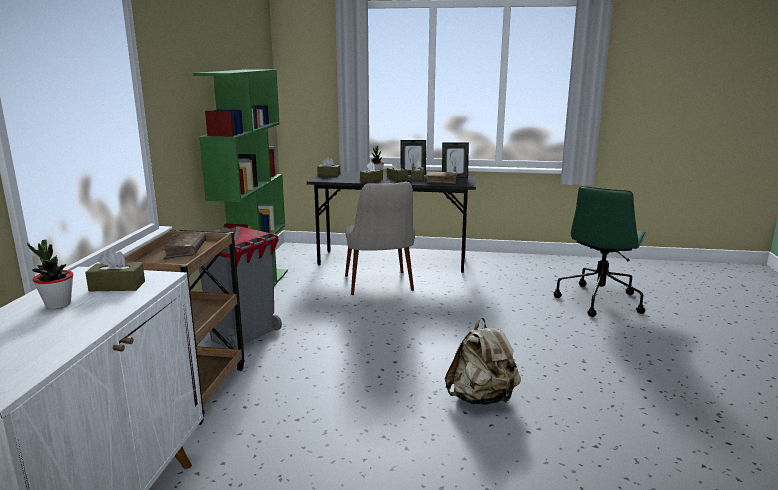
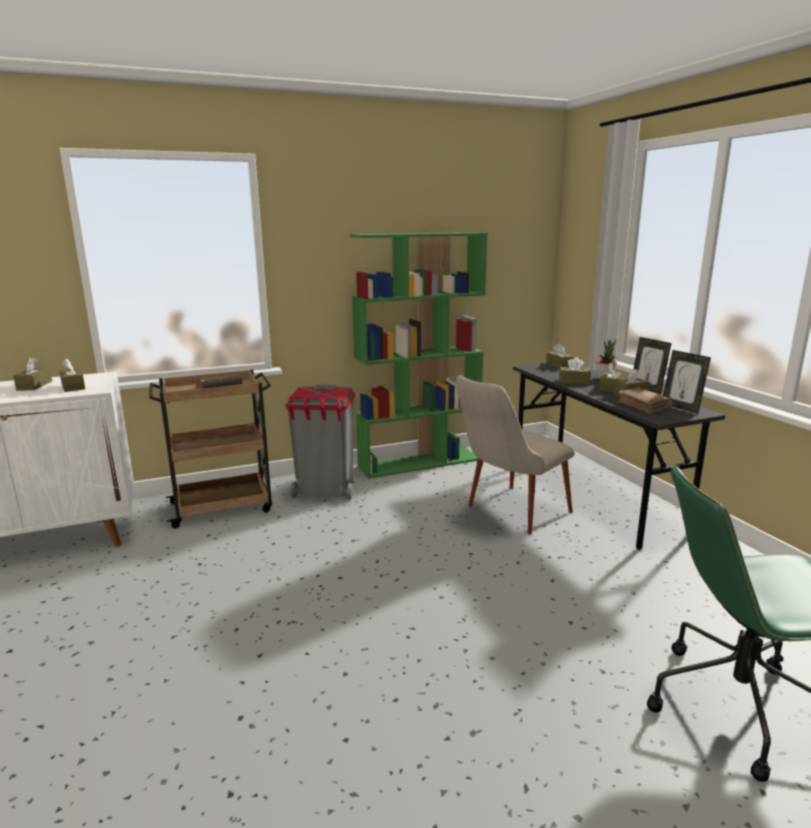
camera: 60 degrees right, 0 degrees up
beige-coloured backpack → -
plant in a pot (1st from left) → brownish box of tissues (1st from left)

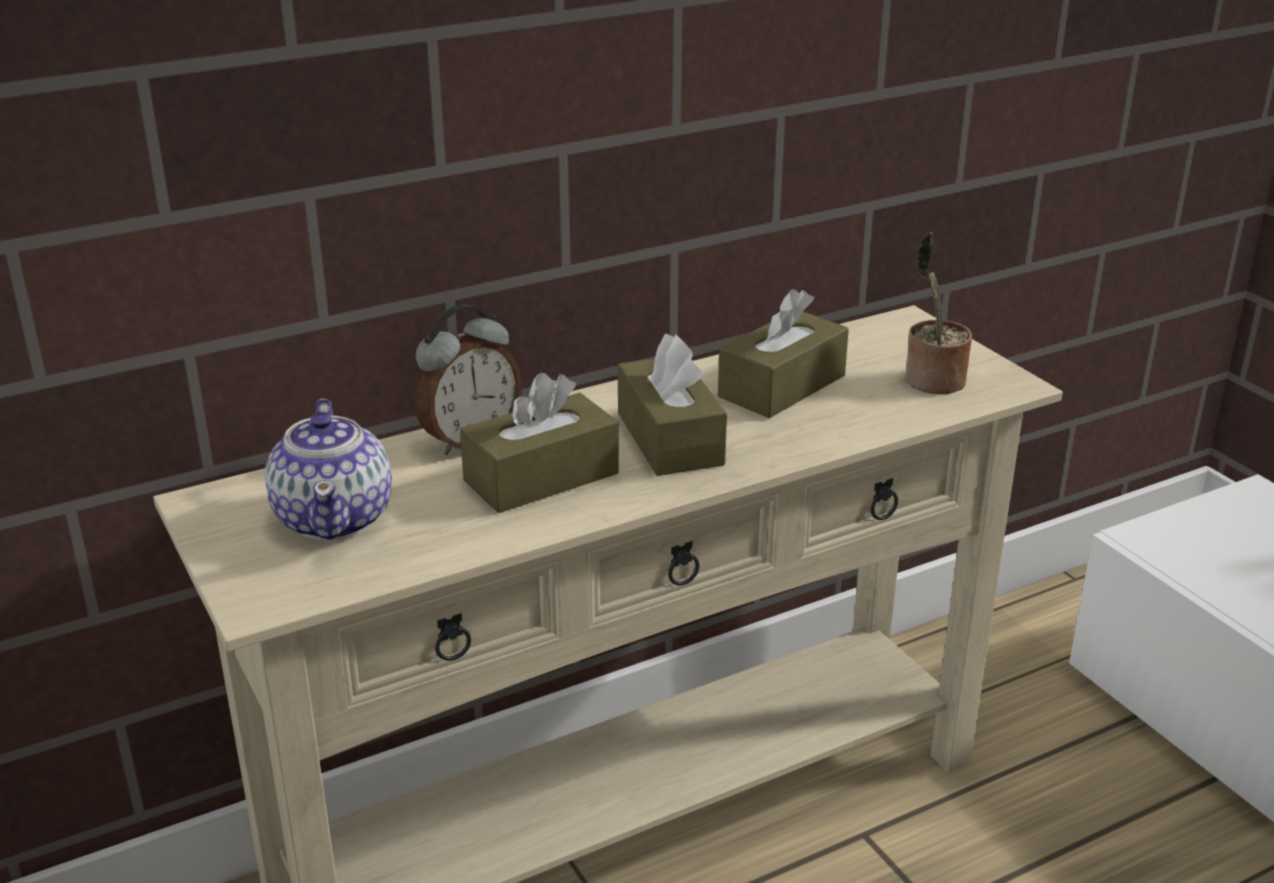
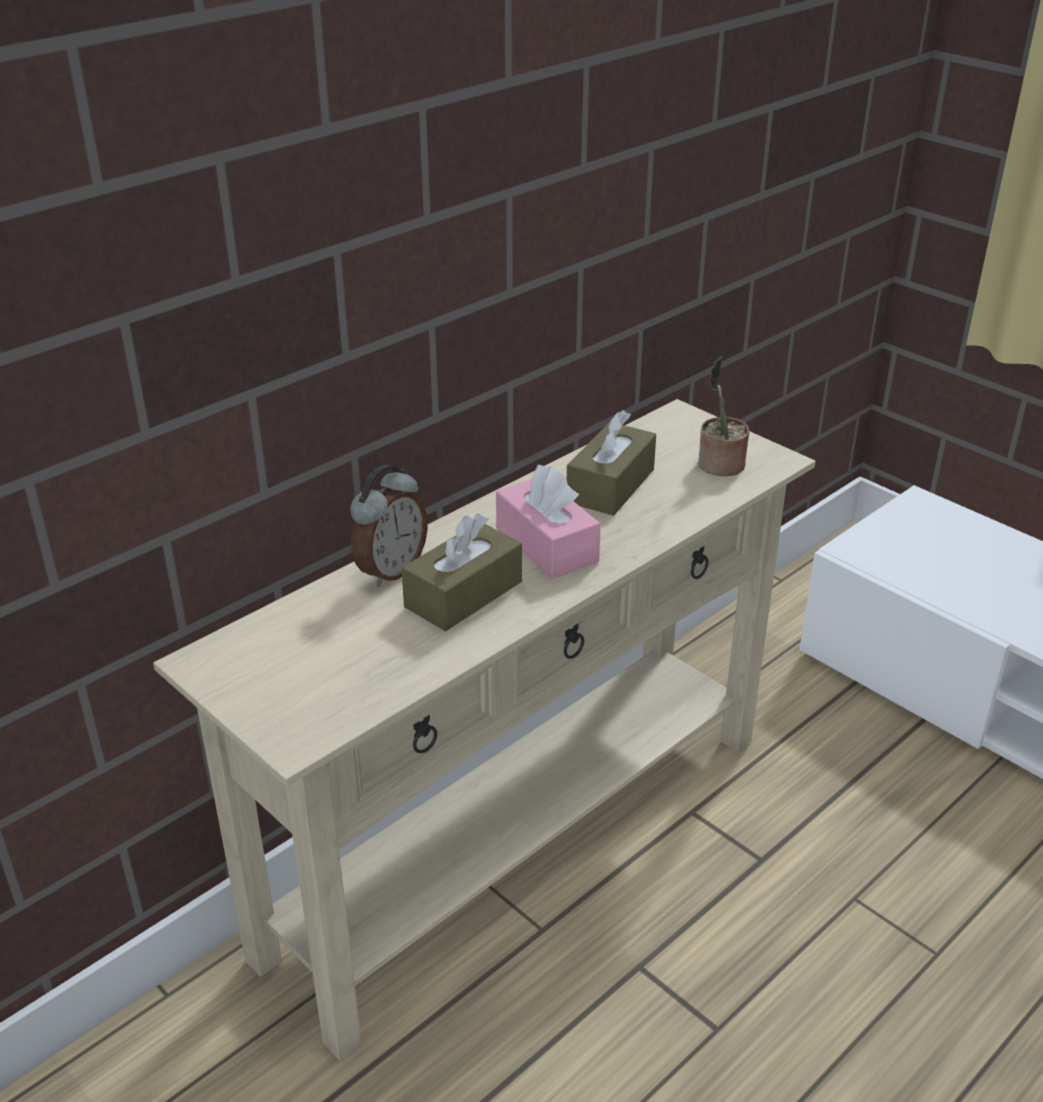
camera: 15 degrees left, 5 degrees up
teapot → -
brownish box of tissues (2nd from left) → pink-coloured box of tissues

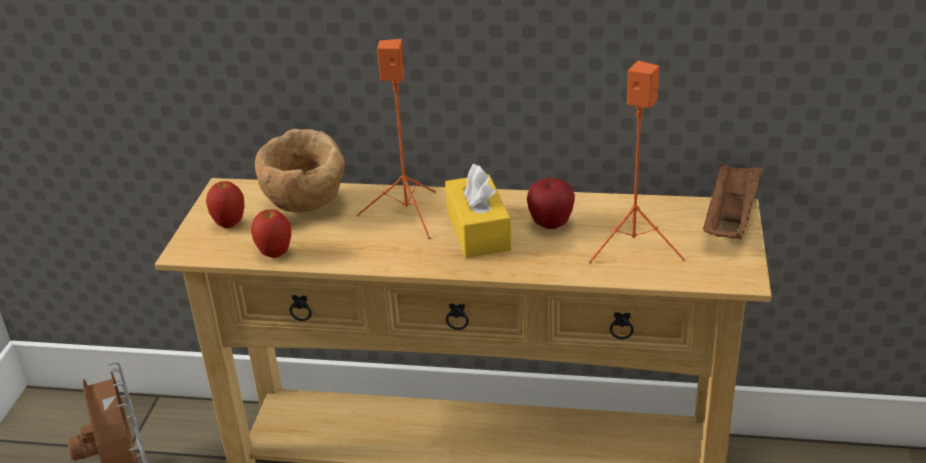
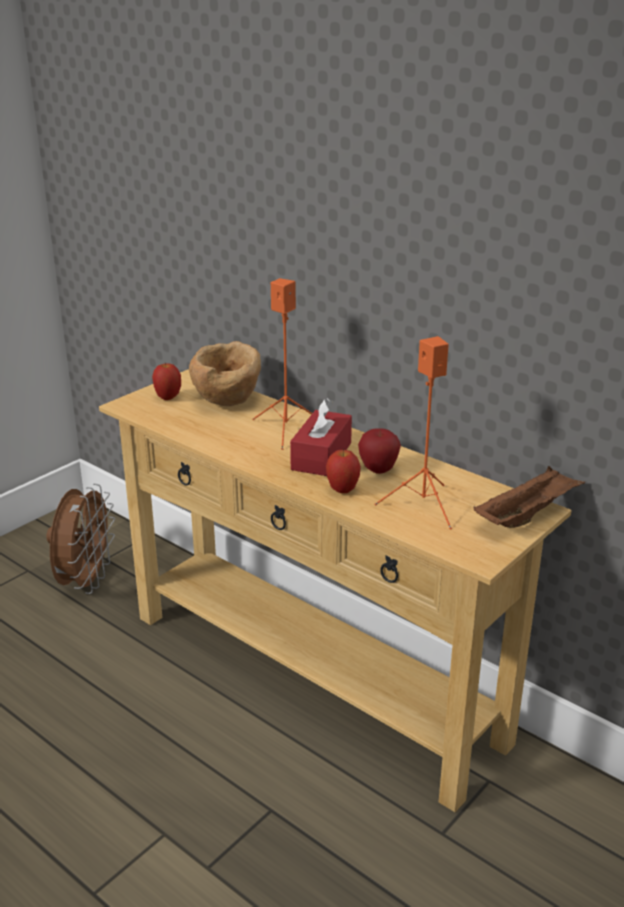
camera: 30 degrees right, 5 degrees down
apple fruit (2nd from left), moved
yellow-coloured box of tissues → red box of tissues

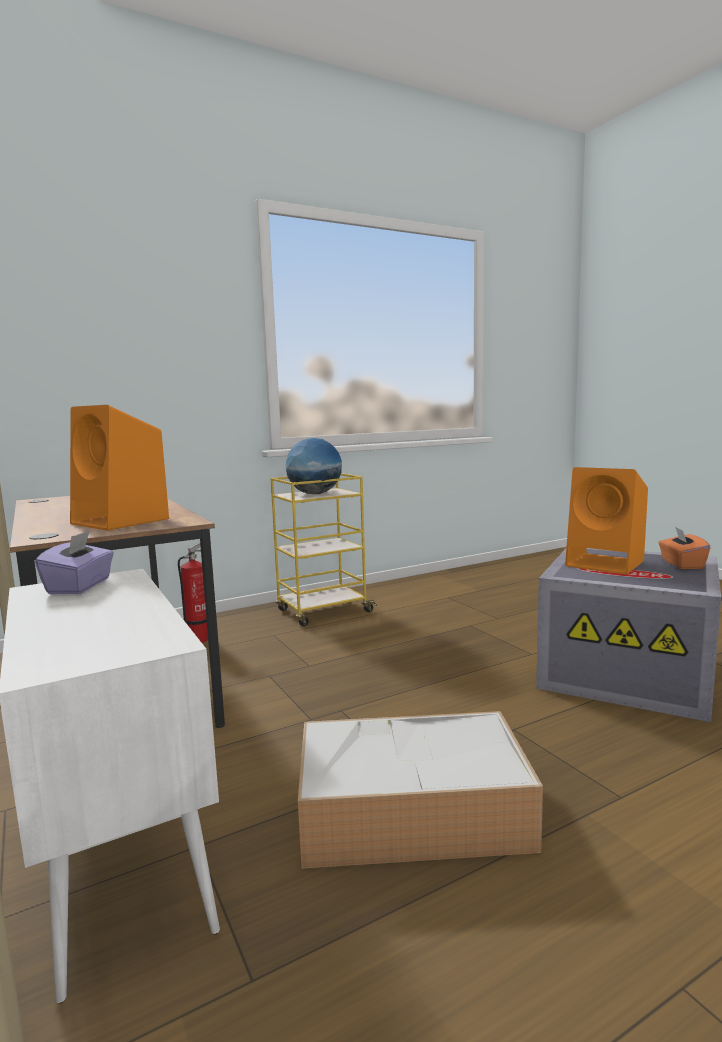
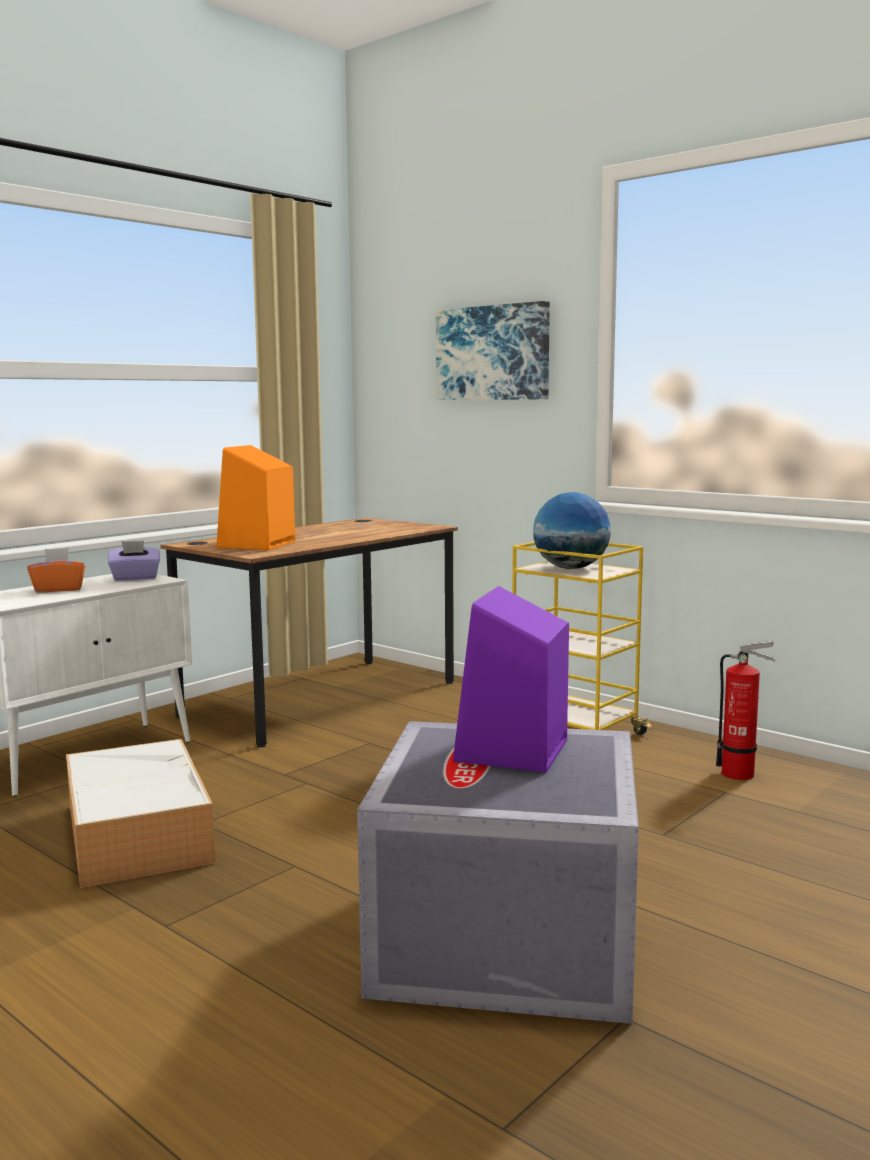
camera: 70 degrees right, 0 degrees up
- → wall picture
fire extinguisher, moved
orange box of tissues, moved
orange speaker (2nd from left) → purplish speaker

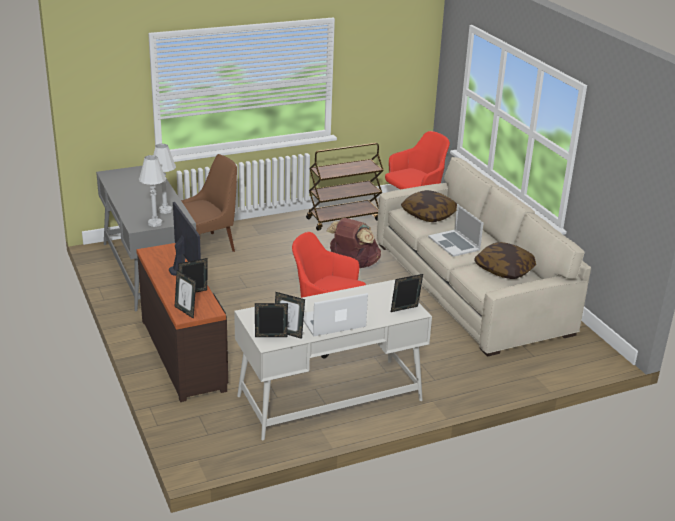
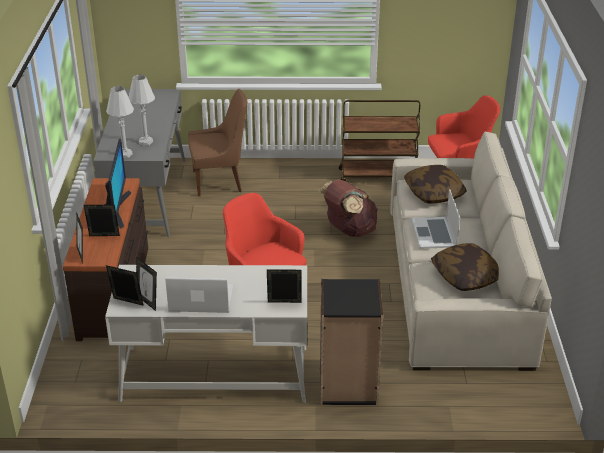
camera: 25 degrees right, 5 degrees up
- → black bookshelf

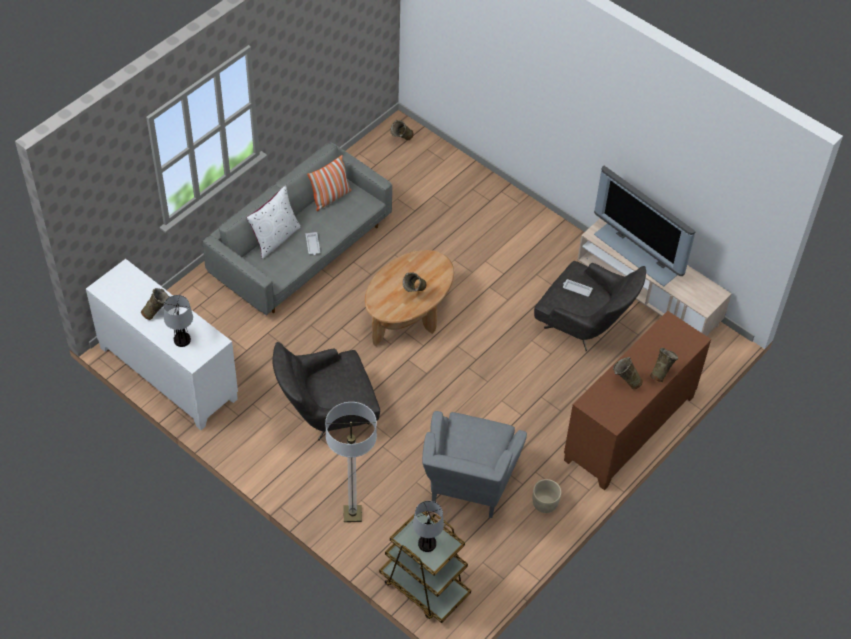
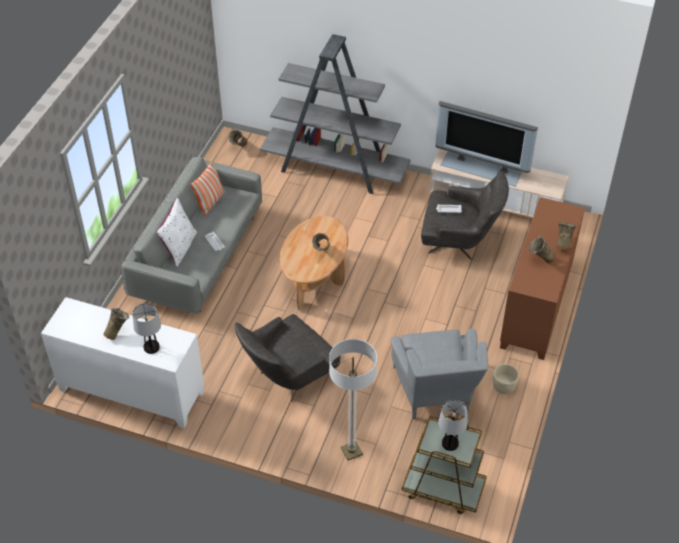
camera: 20 degrees left, 5 degrees down
- → grey bookshelf

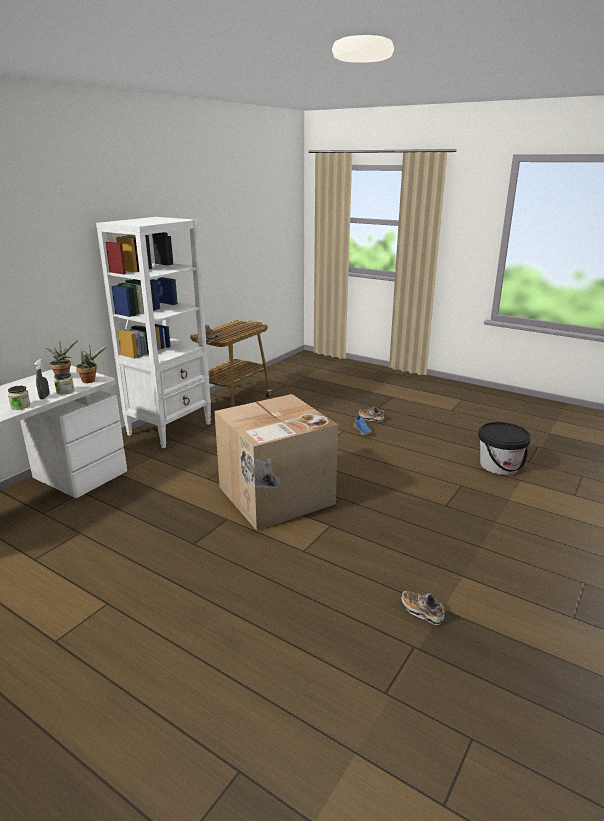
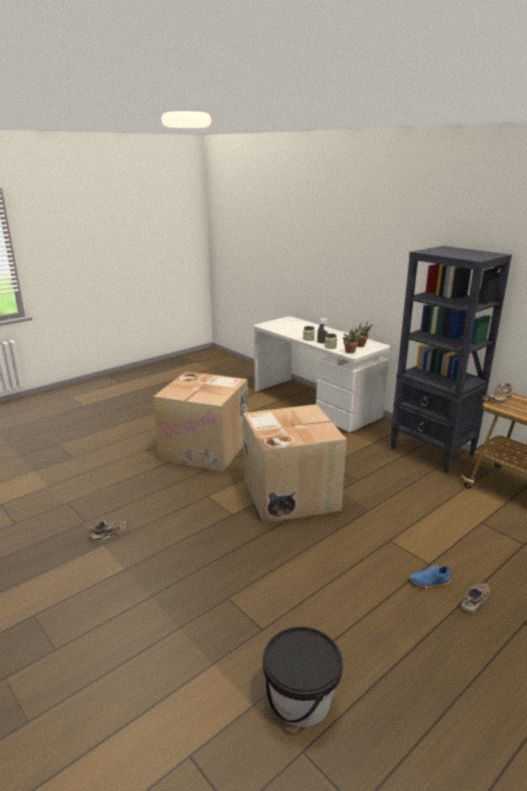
camera: 105 degrees right, 0 degrees up
- → cardboard box (1st from left)
whitish bookshelf → black bookshelf

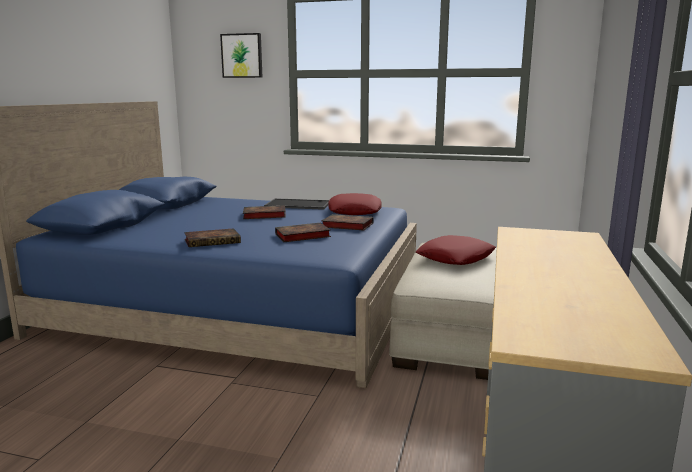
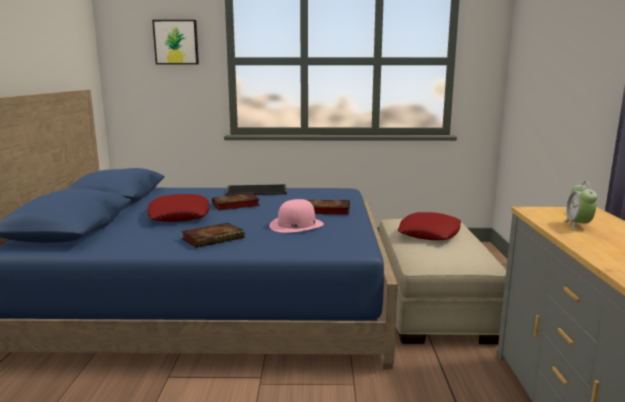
camera: 15 degrees left, 0 degrees up
- → alarm clock
red pillow (1st from left), moved
book (3rd from left) → pink-coloured hat

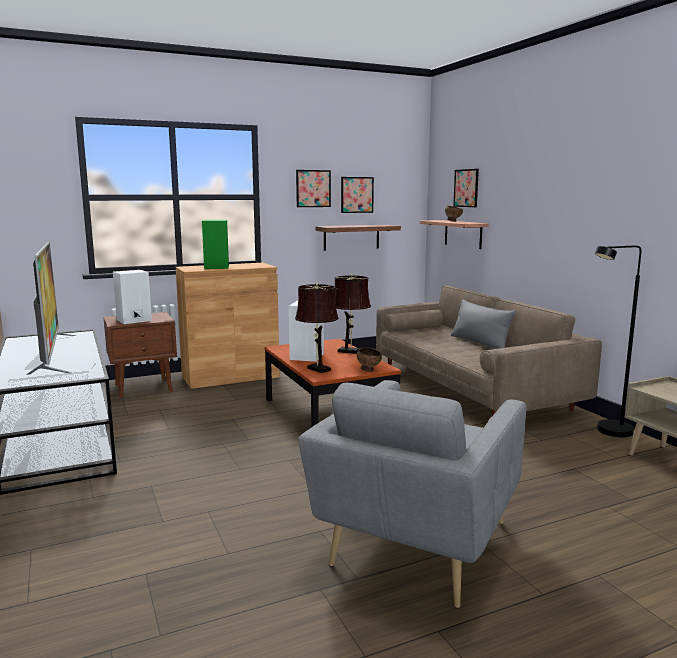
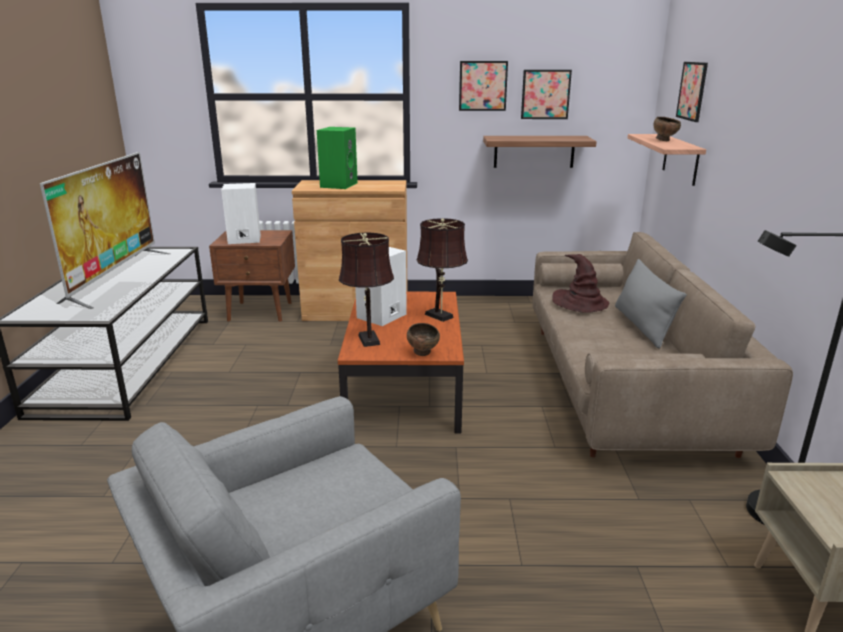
camera: 25 degrees right, 10 degrees up
- → brownish hat

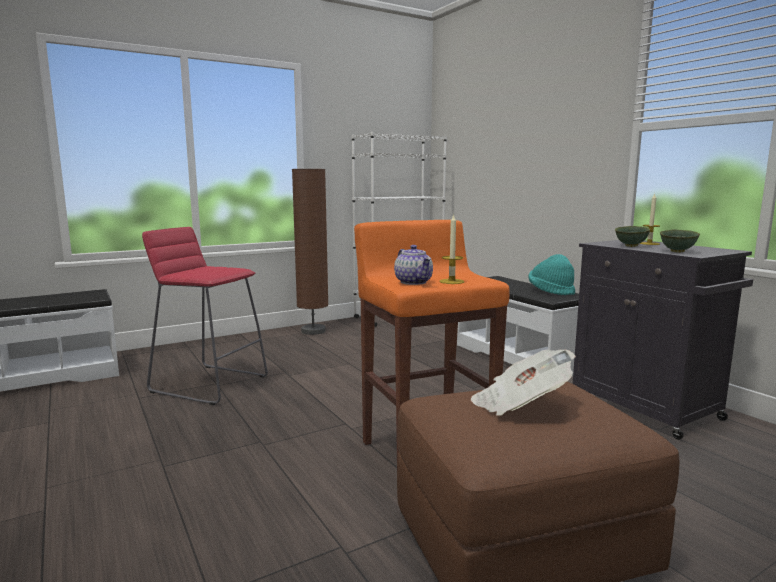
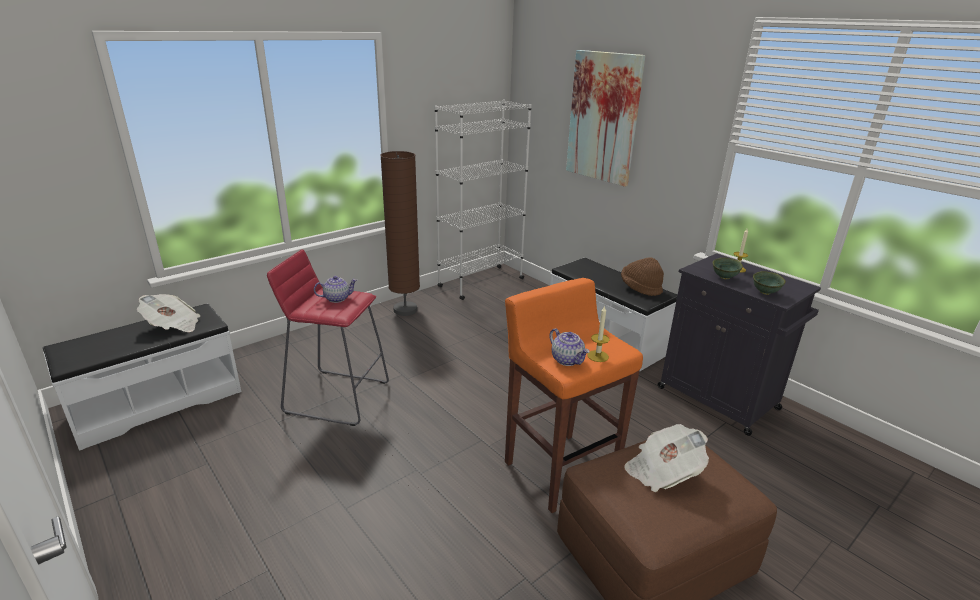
camera: 10 degrees left, 15 degrees up
- → newspaper (1st from left)
- → teapot (1st from left)
- → wall picture
turquoise hat → brownish hat

